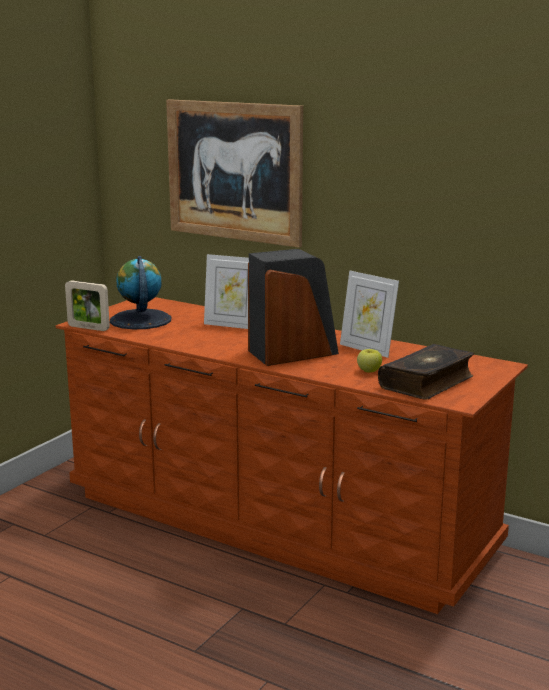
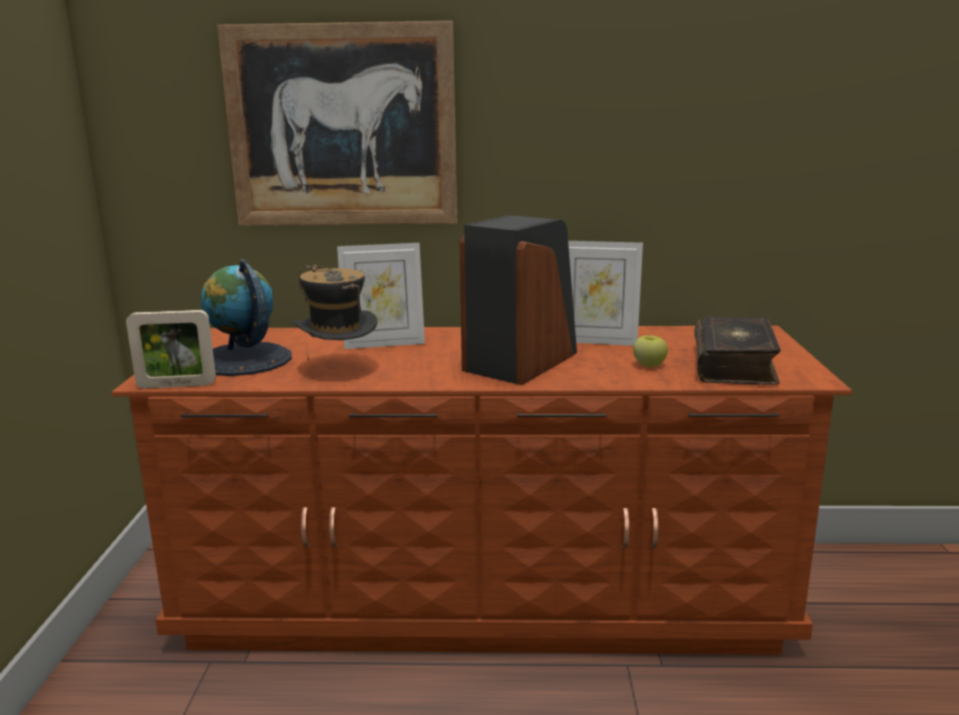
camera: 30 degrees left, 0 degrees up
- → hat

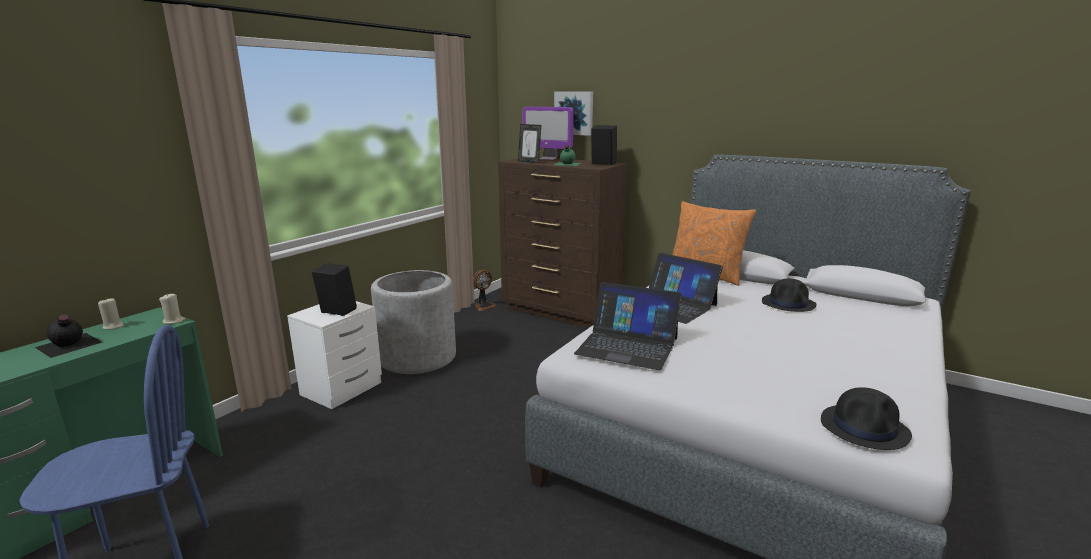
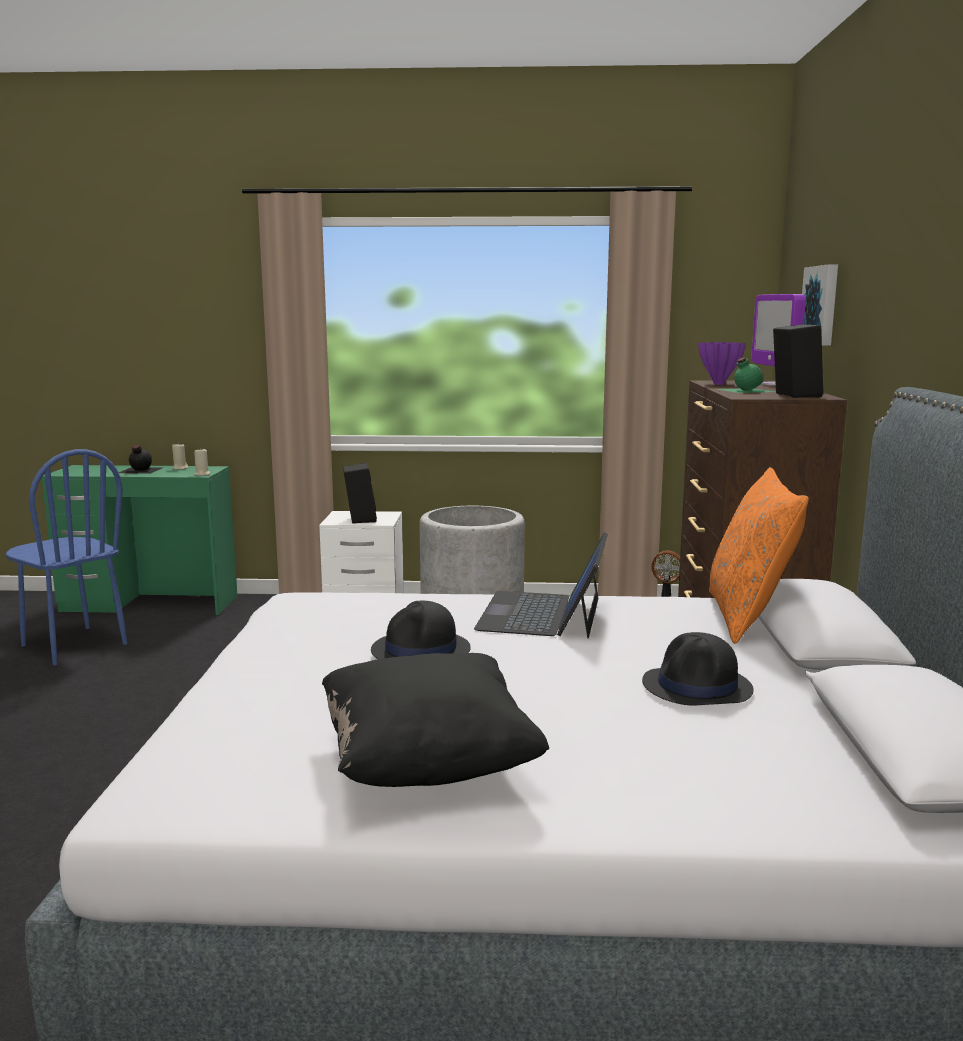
camera: 60 degrees right, 5 degrees down
laptop (1st from left) → -
- → black pillow
black hat (2nd from left in the first image) → black hat (1st from left), moved
picture frame → purplish flower vase

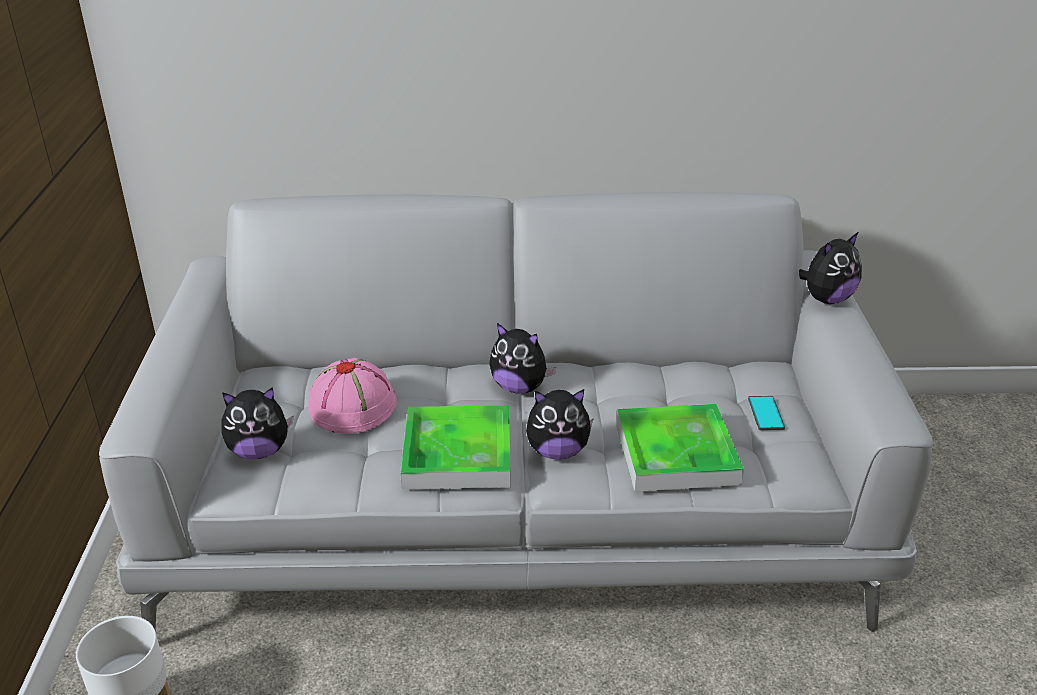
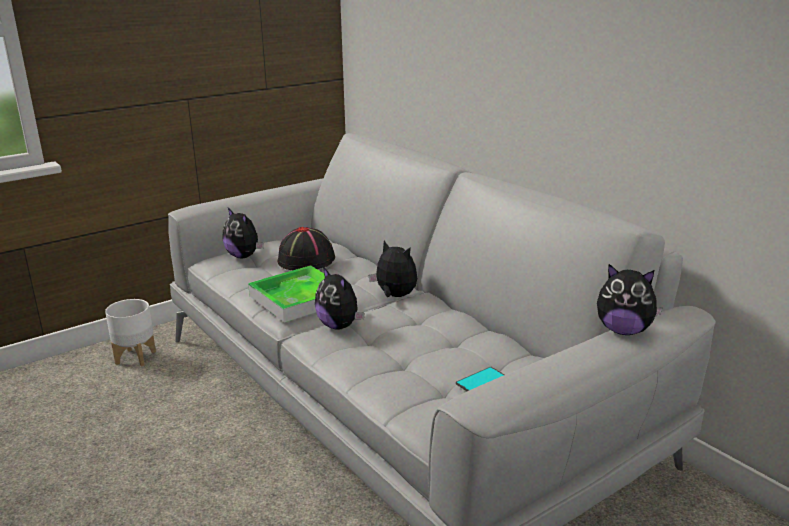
camera: 55 degrees right, 10 degrees down
carrying tray (2nd from left) → -
pink-coloured hat → black hat
soft toy (2nd from left in the first image) → soft toy (3rd from left), 135 degrees clockwise

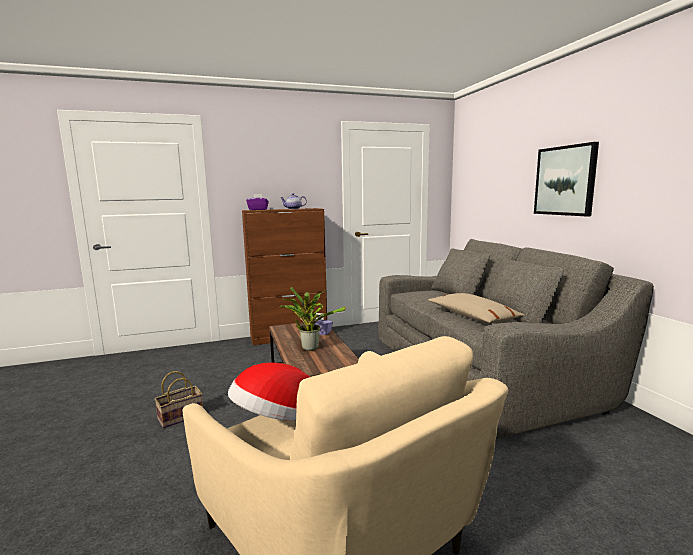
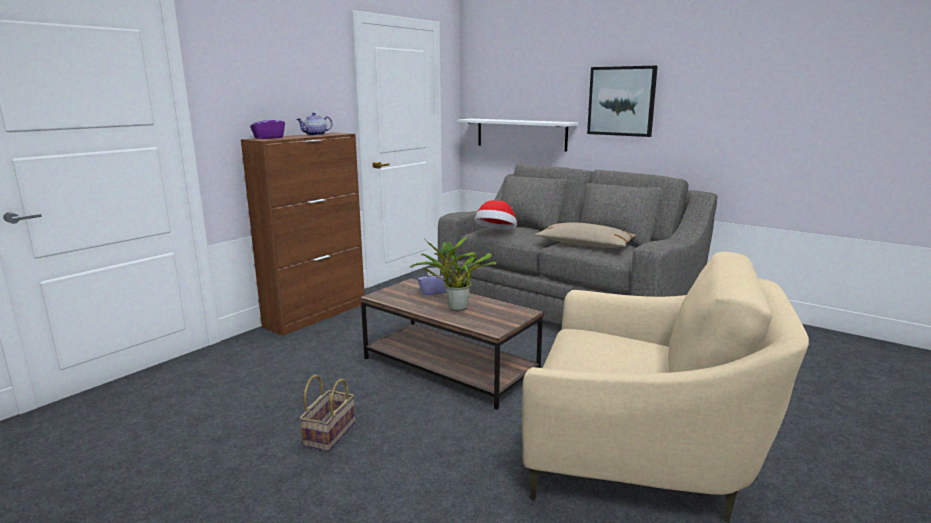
camera: 35 degrees left, 5 degrees up
- → whitish wall shelf
hat, moved

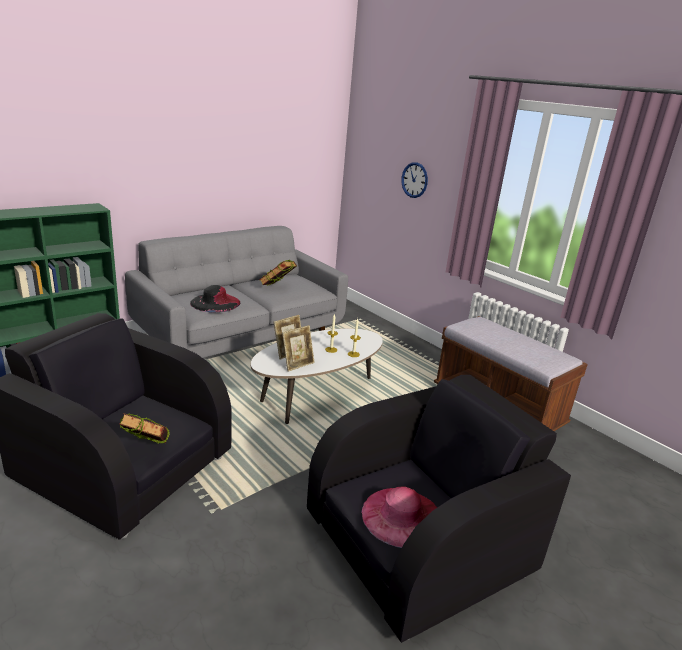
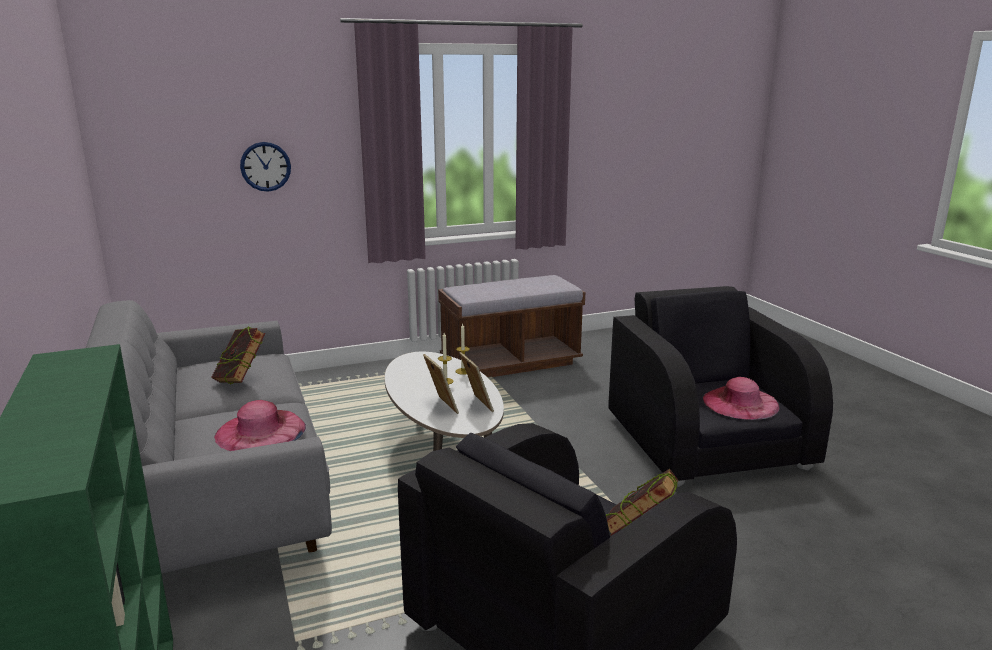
camera: 70 degrees left, 5 degrees down
black hat → pink-coloured hat (1st from left)

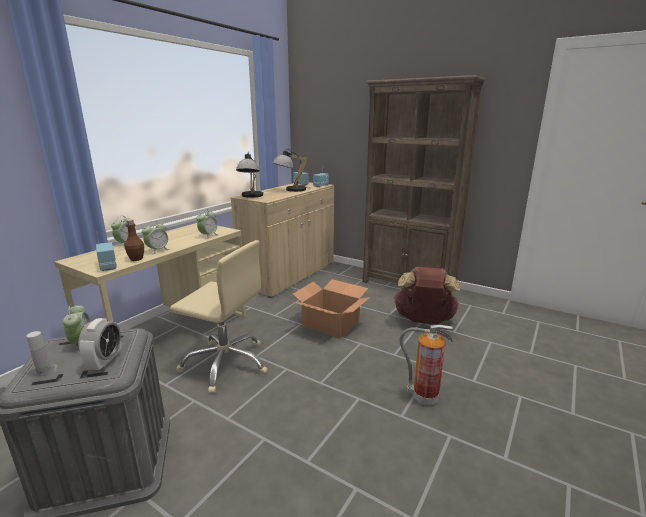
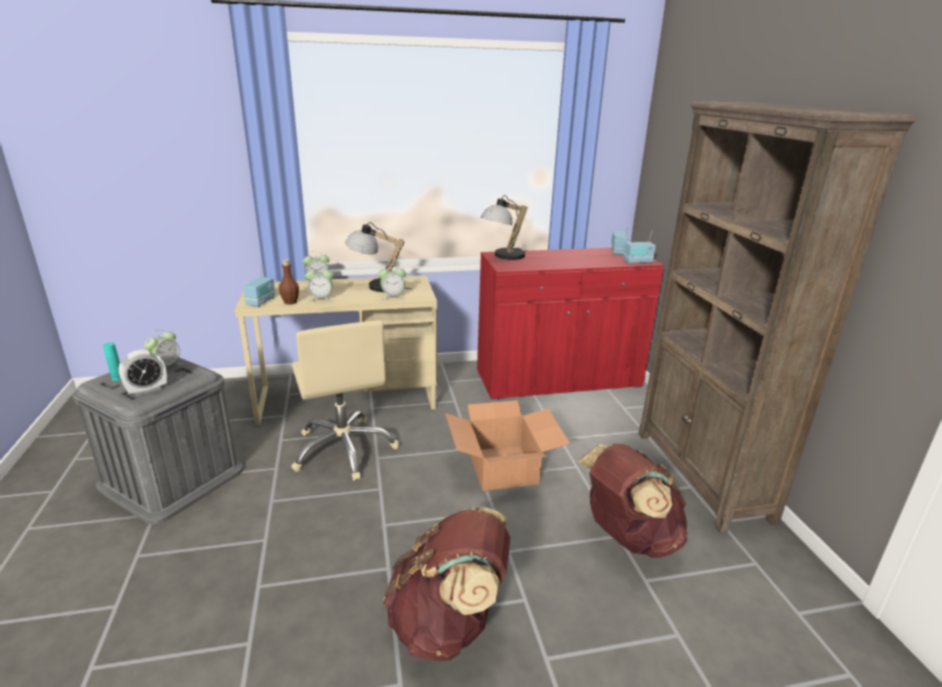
camera: 45 degrees right, 5 degrees up
table lamp (2nd from left in the first image) → table lamp (1st from left), moved
fire extinguisher → brownish backpack (1st from left)
whitish beverage bottle → turquoise beverage bottle
beige-coloured cupboard → red cupboard

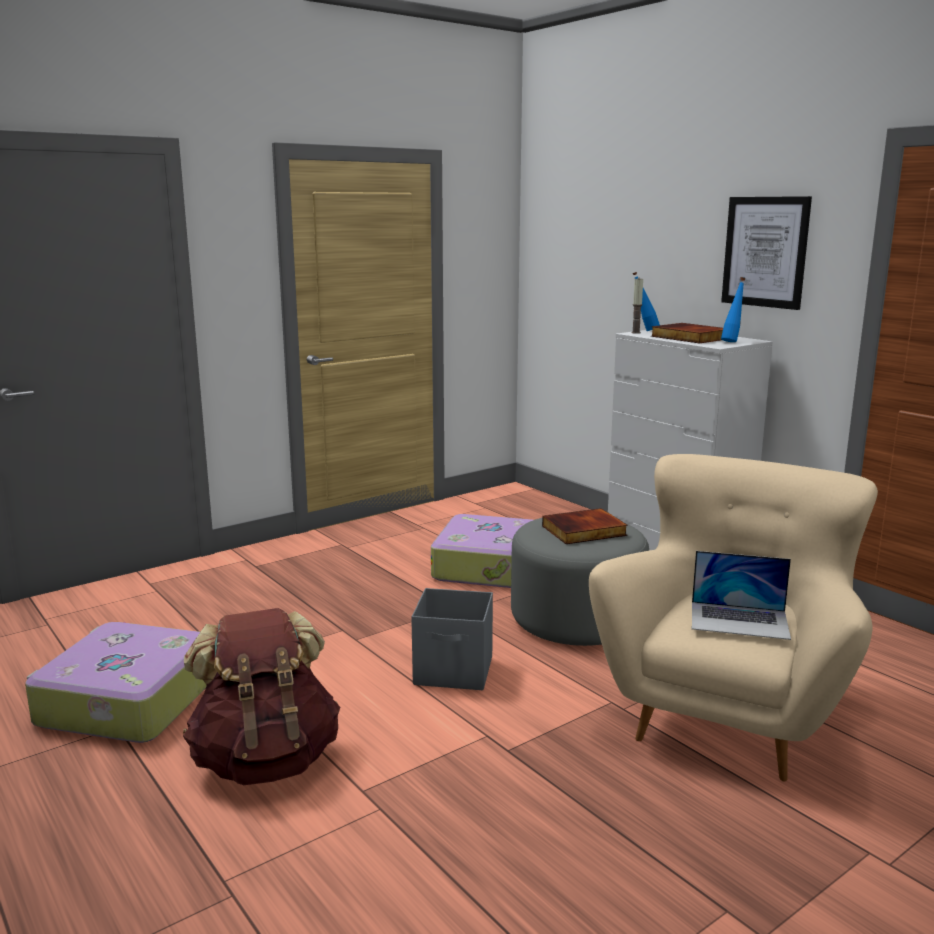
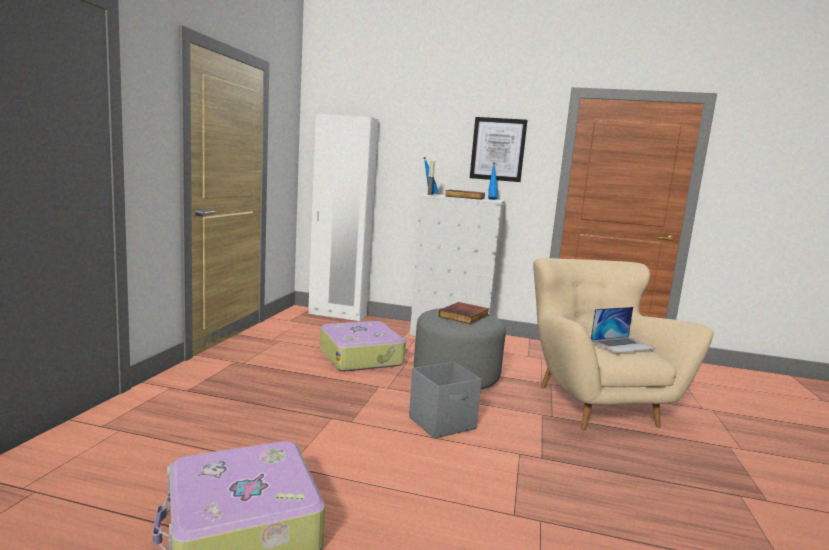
camera: 40 degrees left, 5 degrees down
brownish backpack → -
- → whitish armoire

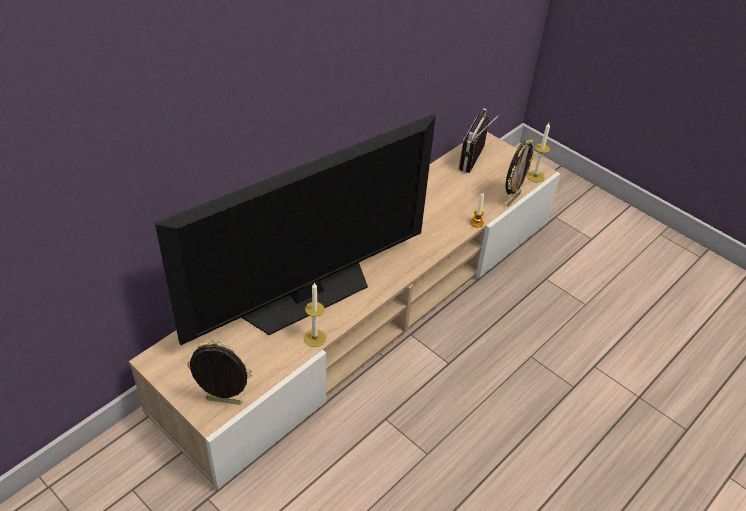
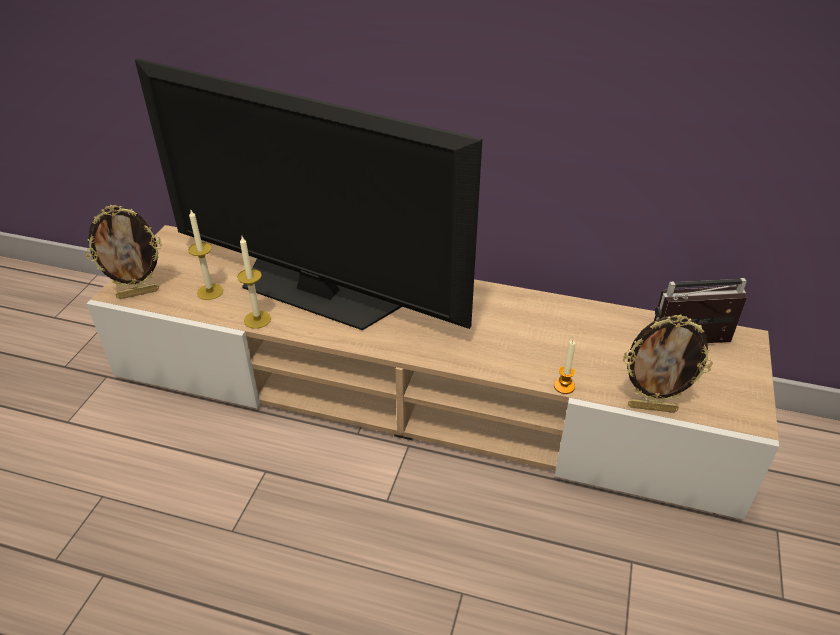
camera: 65 degrees right, 5 degrees down
candle (3rd from left in the first image) → candle (1st from left), moved
picture frame (1st from left), 90 degrees clockwise

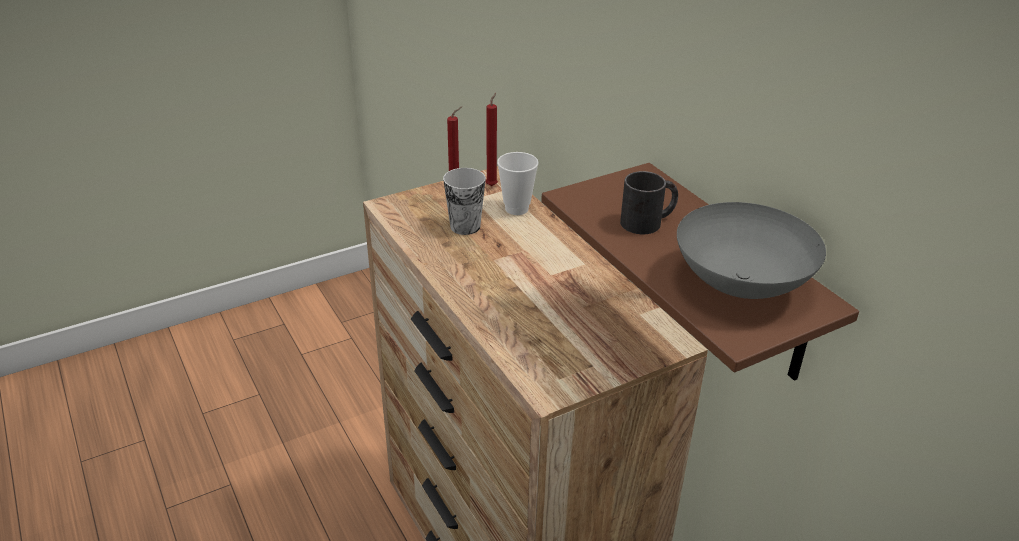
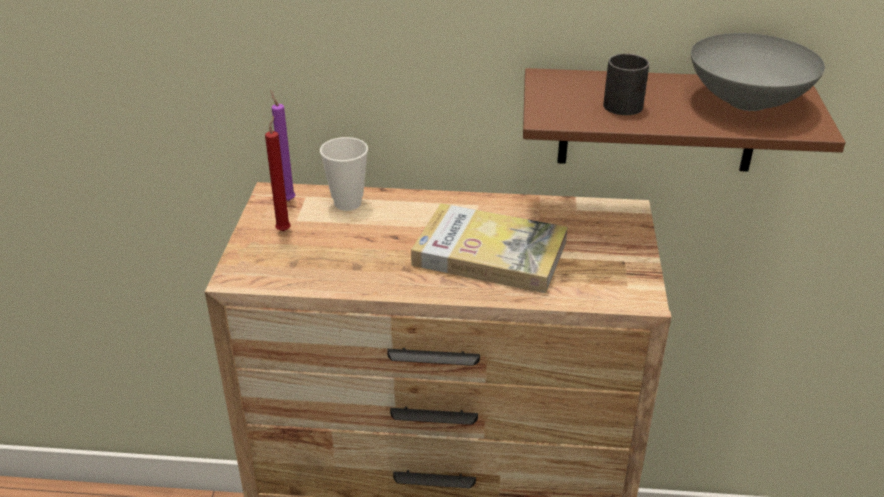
camera: 55 degrees left, 0 degrees up
cup (1st from left) → -
- → book
red candle (2nd from left) → purplish candle

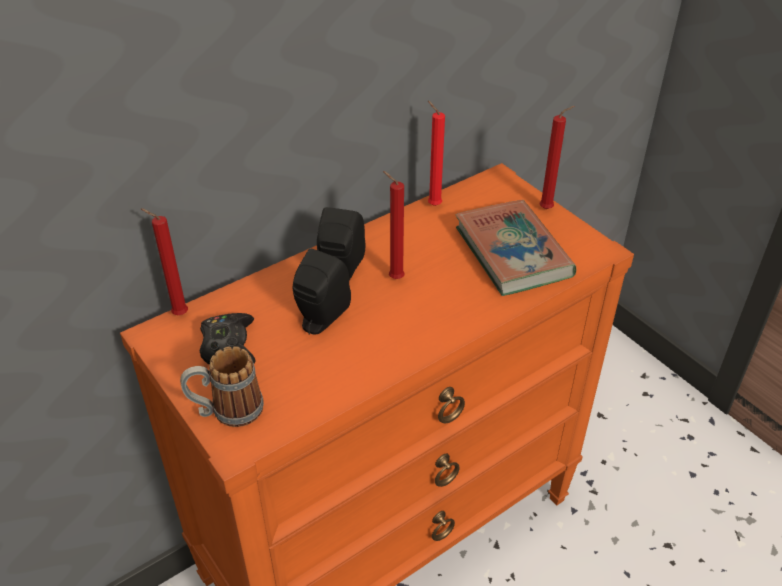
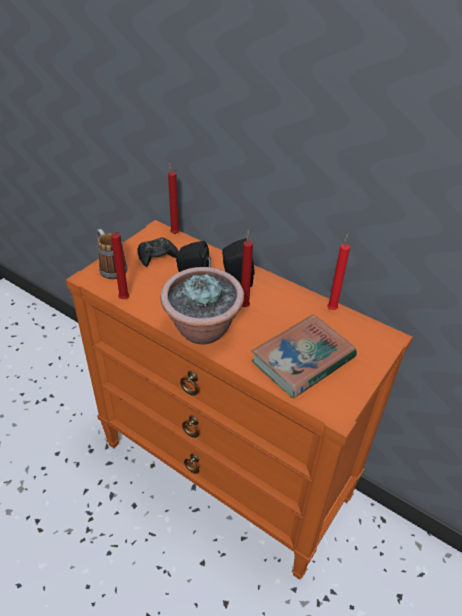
camera: 70 degrees right, 0 degrees up
- → plant in a pot
red candle (4th from left in the first image) → red candle (1st from left), moved

